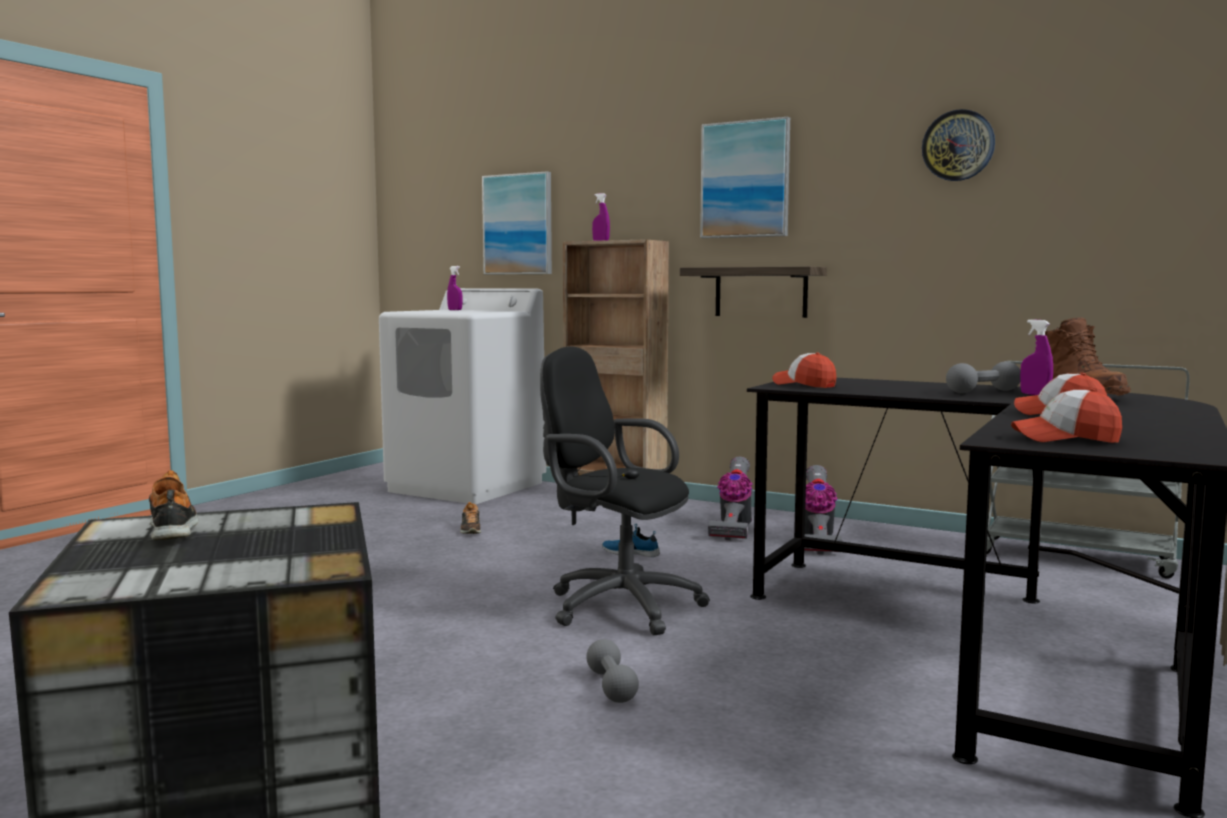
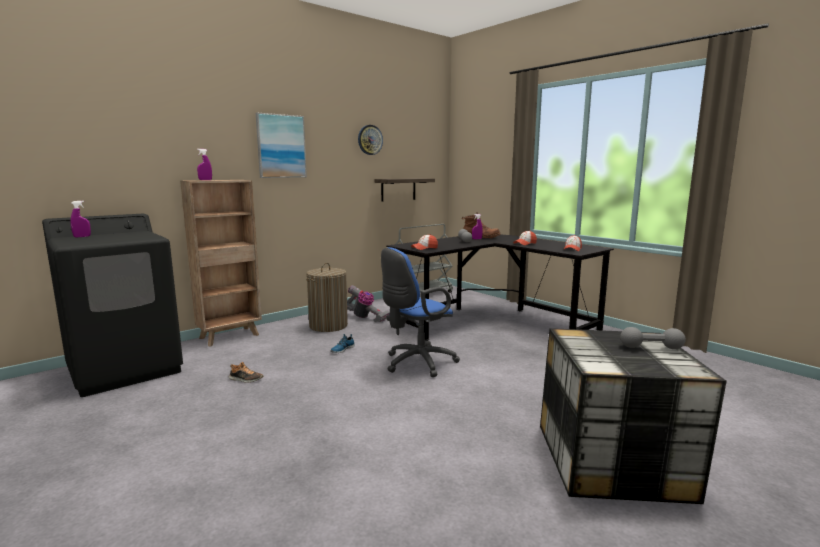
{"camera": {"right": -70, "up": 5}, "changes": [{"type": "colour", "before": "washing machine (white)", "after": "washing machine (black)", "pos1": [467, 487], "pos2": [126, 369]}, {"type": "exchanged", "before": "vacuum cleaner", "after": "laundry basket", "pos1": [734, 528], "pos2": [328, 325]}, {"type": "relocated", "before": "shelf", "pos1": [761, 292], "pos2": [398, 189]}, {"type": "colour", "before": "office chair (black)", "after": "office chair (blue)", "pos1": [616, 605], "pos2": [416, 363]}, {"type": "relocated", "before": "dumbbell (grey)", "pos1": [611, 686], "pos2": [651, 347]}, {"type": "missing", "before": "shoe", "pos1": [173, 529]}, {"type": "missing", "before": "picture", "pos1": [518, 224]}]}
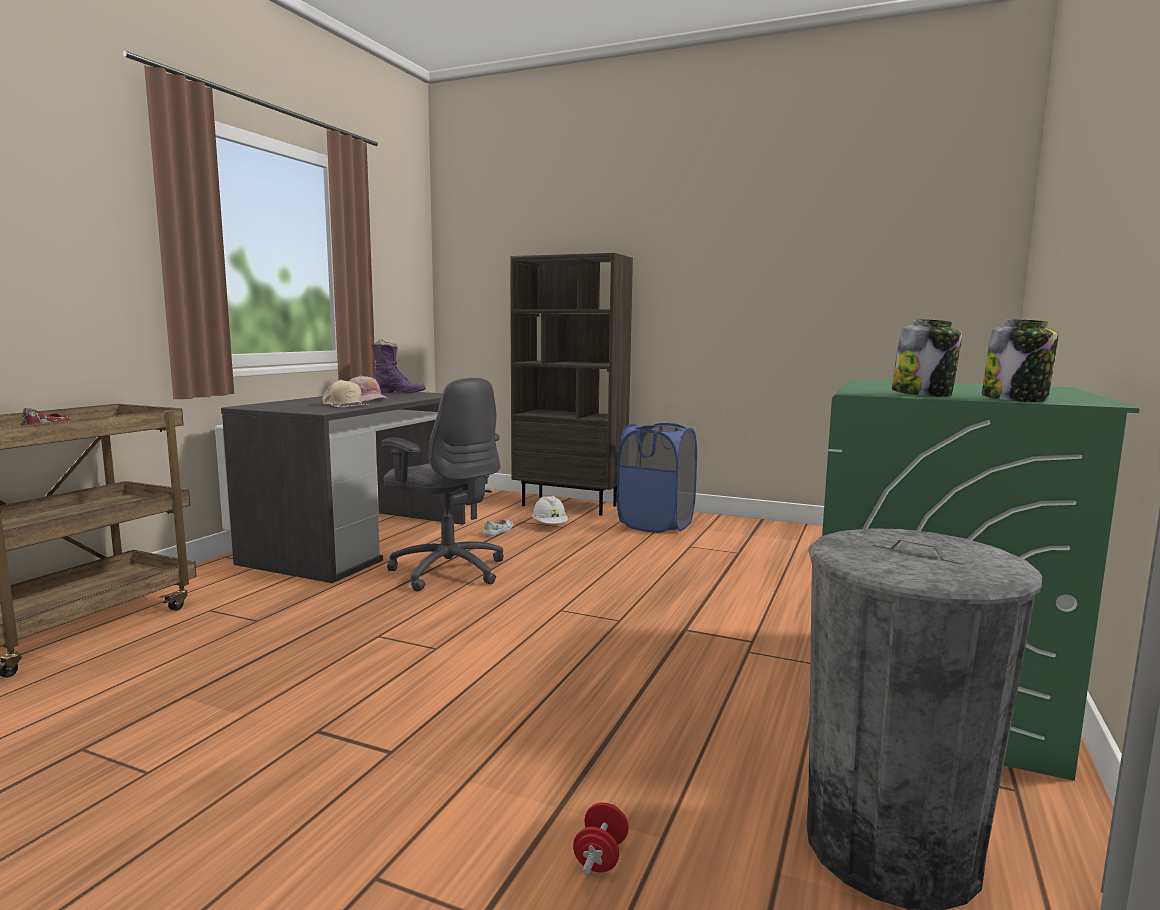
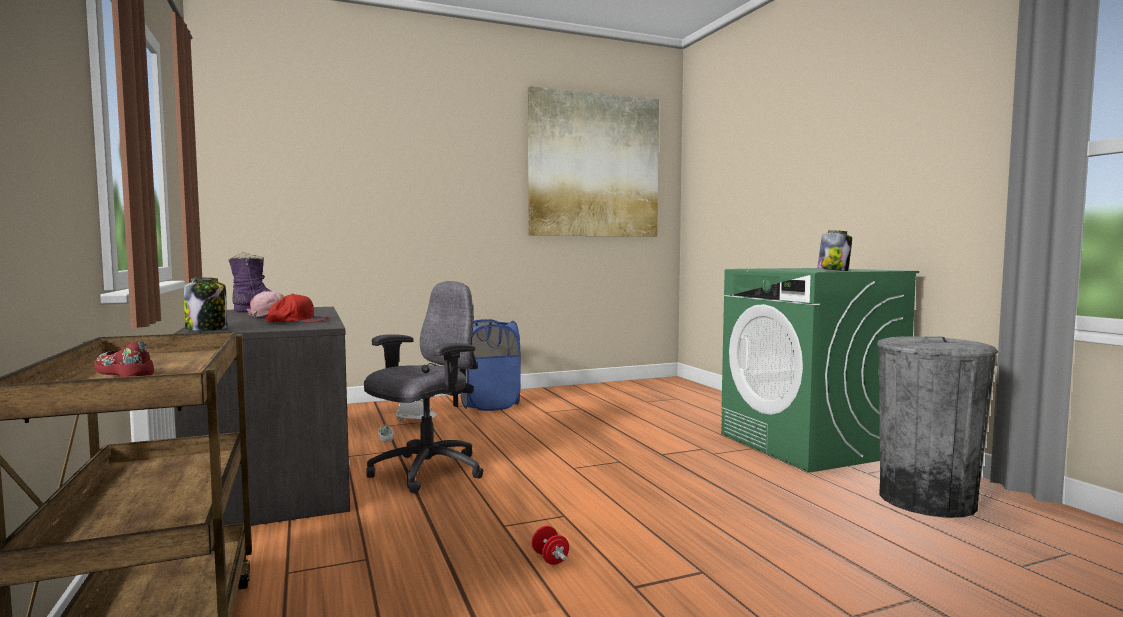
{"camera": {"right": -45, "up": -5}, "changes": [{"type": "relocated", "before": "jar", "pos1": [1015, 399], "pos2": [207, 329]}, {"type": "colour", "before": "cap (beige)", "after": "cap (red)", "pos1": [344, 405], "pos2": [297, 321]}, {"type": "spun", "before": "office chair (grey)", "pos1": [448, 570], "pos2": [426, 471], "turn": -45}, {"type": "appeared", "after": "picture", "pos2": [594, 166]}, {"type": "relocated", "before": "dumbbell (red)", "pos1": [600, 857], "pos2": [550, 558]}, {"type": "missing", "before": "bookcase (brown)", "pos1": [570, 505]}]}
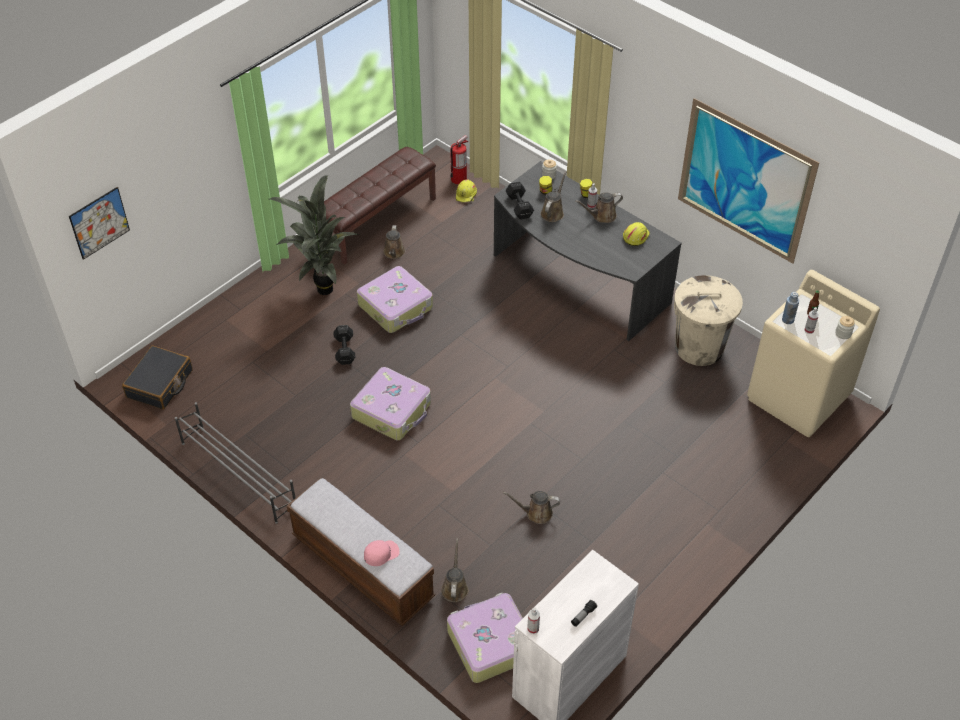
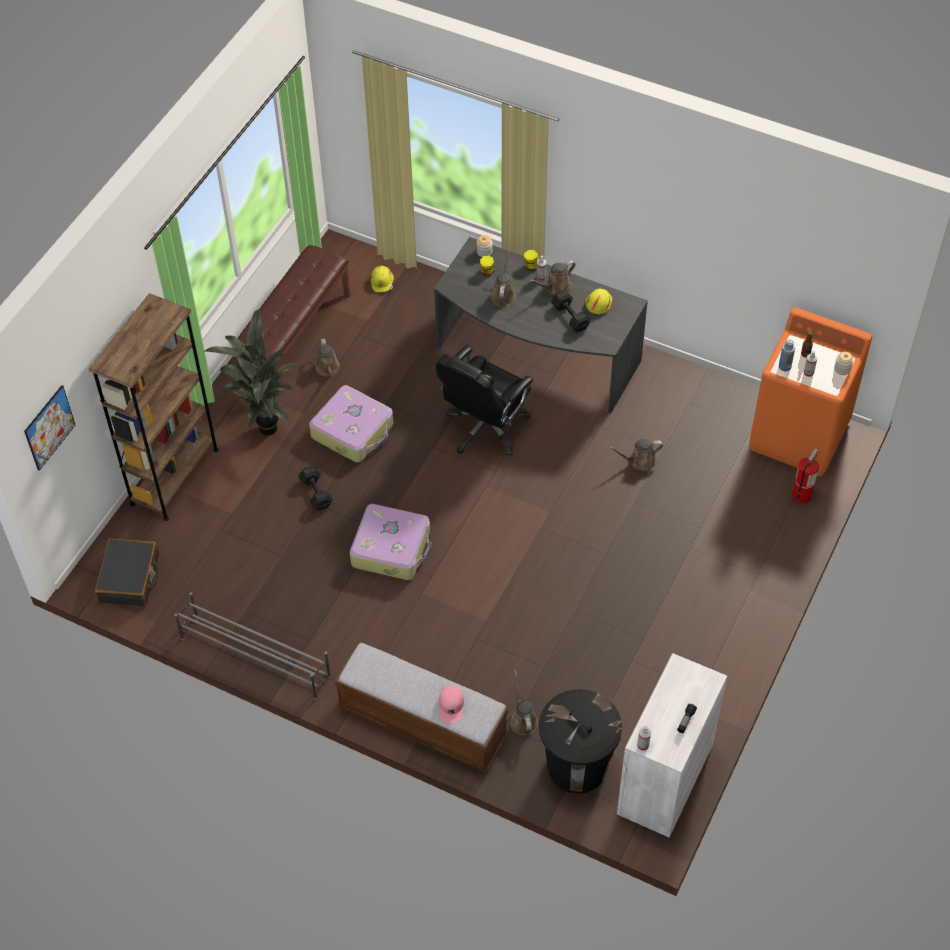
{"camera": {"right": -15, "up": 5}, "changes": [{"type": "appeared", "after": "bookcase (brown)", "pos2": [174, 477]}, {"type": "appeared", "after": "office chair (black)", "pos2": [485, 428]}, {"type": "spun", "before": "cap (pink)", "pos1": [381, 553], "pos2": [451, 706], "turn": 135}, {"type": "exchanged", "before": "suitcase", "after": "trash can (black)", "pos1": [490, 643], "pos2": [577, 766]}, {"type": "relocated", "before": "dumbbell (black)", "pos1": [519, 207], "pos2": [570, 318]}, {"type": "relocated", "before": "watering can (brown)", "pos1": [536, 513], "pos2": [639, 461]}, {"type": "colour", "before": "washing machine (beige)", "after": "washing machine (orange)", "pos1": [799, 397], "pos2": [799, 435]}, {"type": "relocated", "before": "fire extinguisher", "pos1": [459, 179], "pos2": [801, 495]}, {"type": "missing", "before": "trash can (beige)", "pos1": [699, 347]}, {"type": "missing", "before": "picture", "pos1": [744, 181]}]}
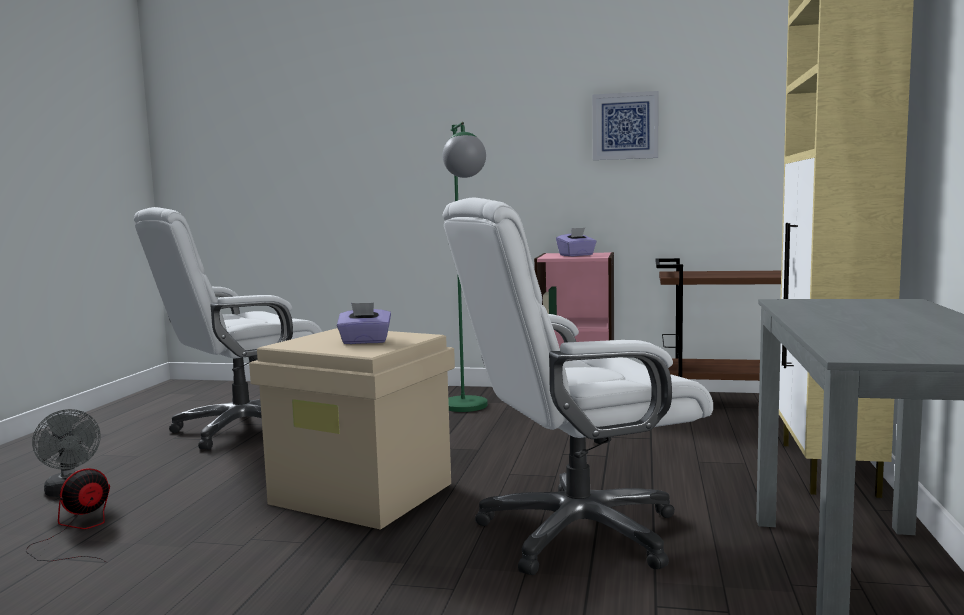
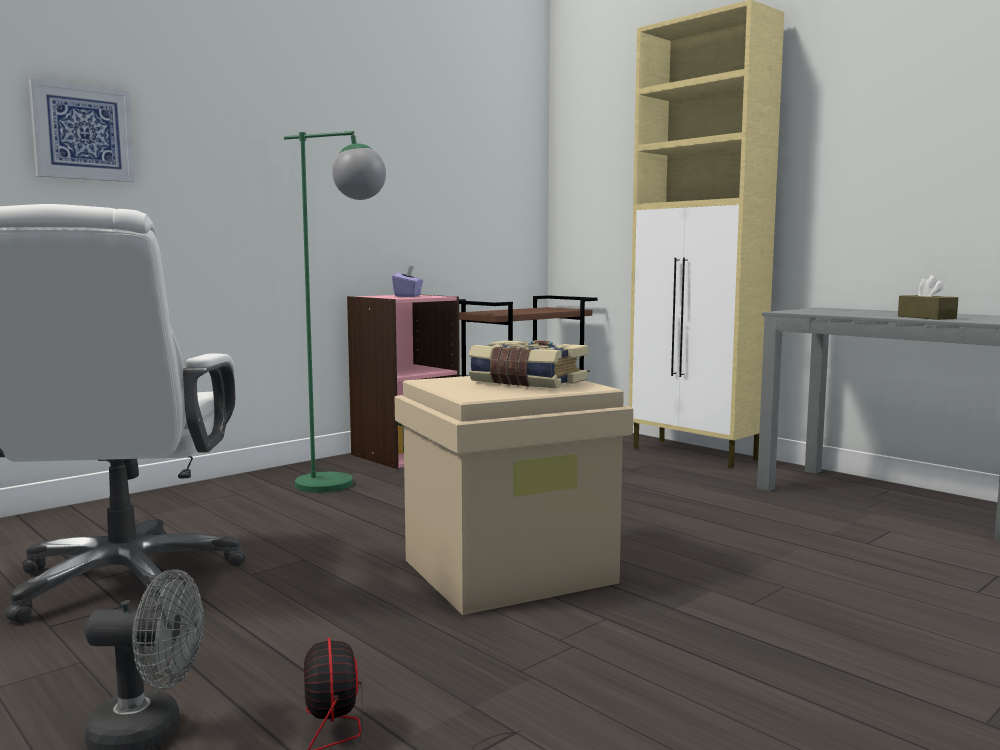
{"camera": {"right": -55, "up": 0}, "changes": [{"type": "relocated", "before": "picture", "pos1": [625, 126], "pos2": [82, 132]}, {"type": "exchanged", "before": "tissue box (purple)", "after": "book", "pos1": [365, 341], "pos2": [527, 383]}, {"type": "appeared", "after": "tissue box (brown)", "pos2": [926, 317]}, {"type": "missing", "before": "office chair (white)", "pos1": [576, 532]}]}
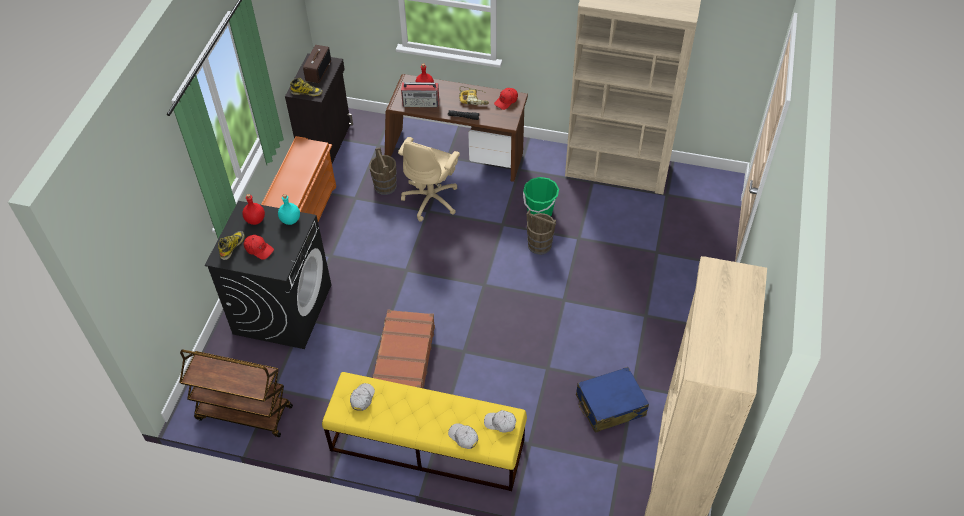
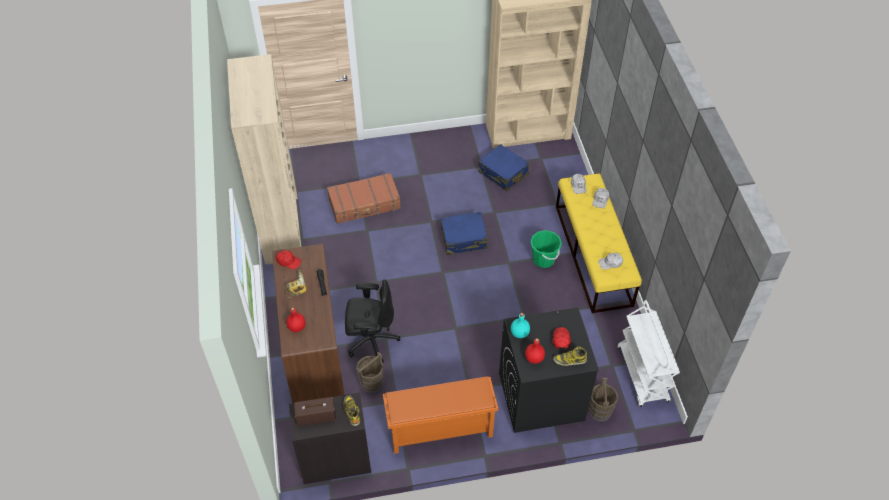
{"camera": {"right": -115, "up": 0}, "changes": [{"type": "relocated", "before": "suitcase (brown)", "pos1": [404, 361], "pos2": [364, 204]}, {"type": "colour", "before": "office chair (beige)", "after": "office chair (black)", "pos1": [432, 200], "pos2": [371, 341]}, {"type": "appeared", "after": "suitcase (blue)", "pos2": [464, 238]}, {"type": "relocated", "before": "bucket (green)", "pos1": [540, 211], "pos2": [543, 259]}, {"type": "relocated", "before": "bucket (brown)", "pos1": [539, 245], "pos2": [599, 411]}, {"type": "colour", "before": "cart (brown)", "after": "cart (white)", "pos1": [243, 413], "pos2": [643, 374]}, {"type": "missing", "before": "radio", "pos1": [421, 102]}]}
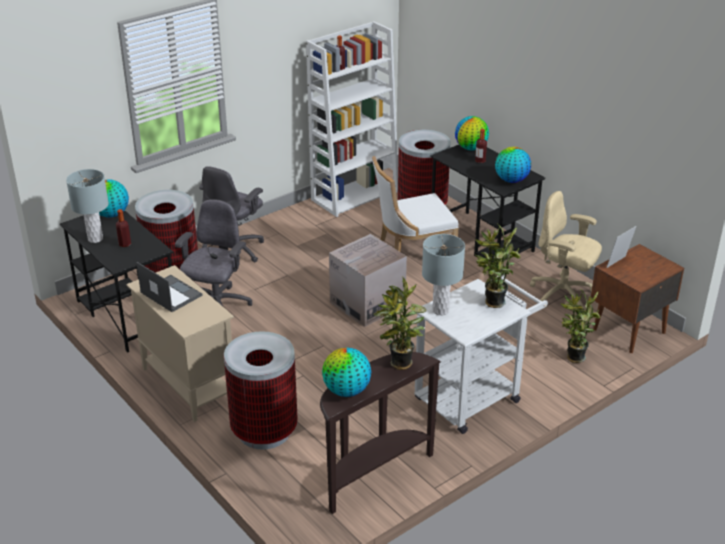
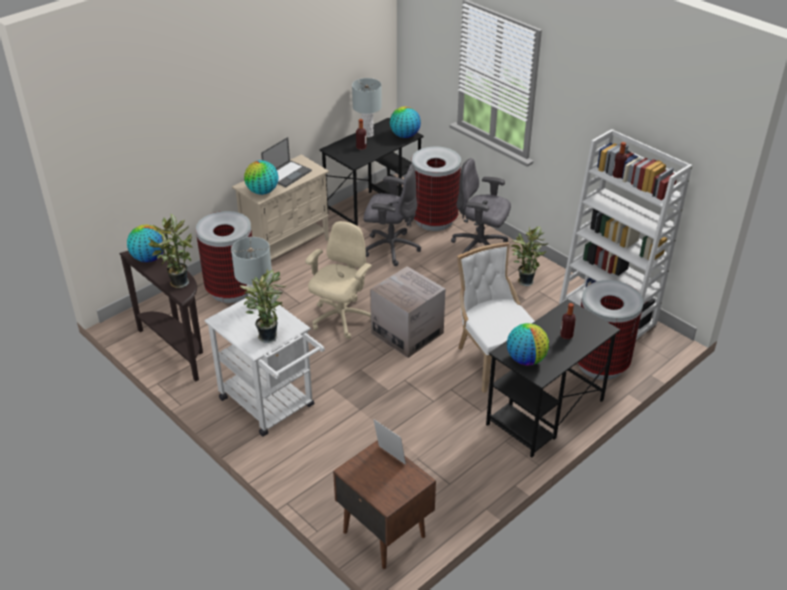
{"camera": {"right": 85, "up": 5}, "changes": [{"type": "relocated", "before": "globe", "pos1": [471, 148], "pos2": [262, 192]}, {"type": "relocated", "before": "office chair (beige)", "pos1": [563, 295], "pos2": [341, 319]}, {"type": "relocated", "before": "potted plant", "pos1": [573, 358], "pos2": [525, 280]}]}
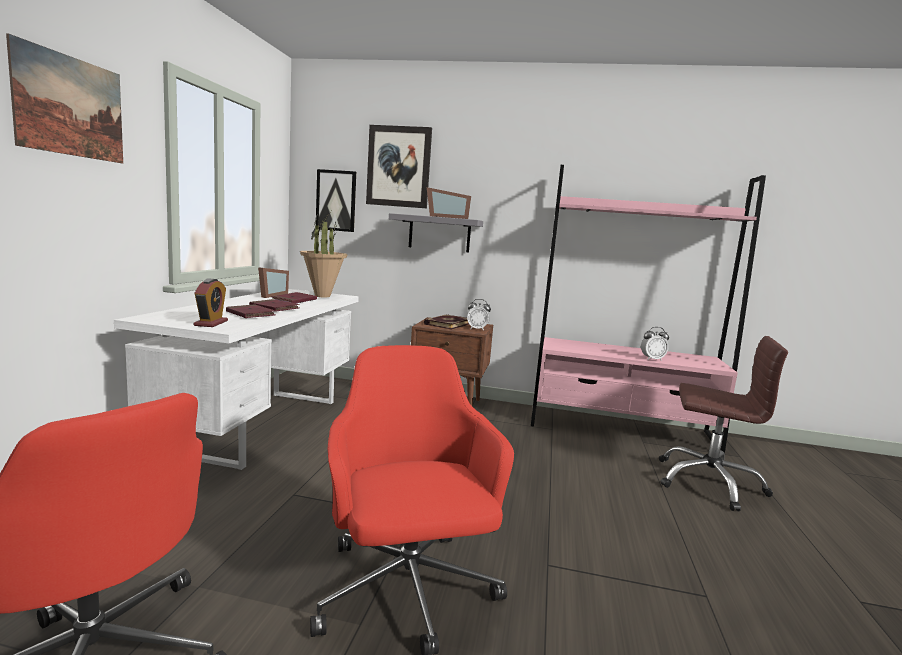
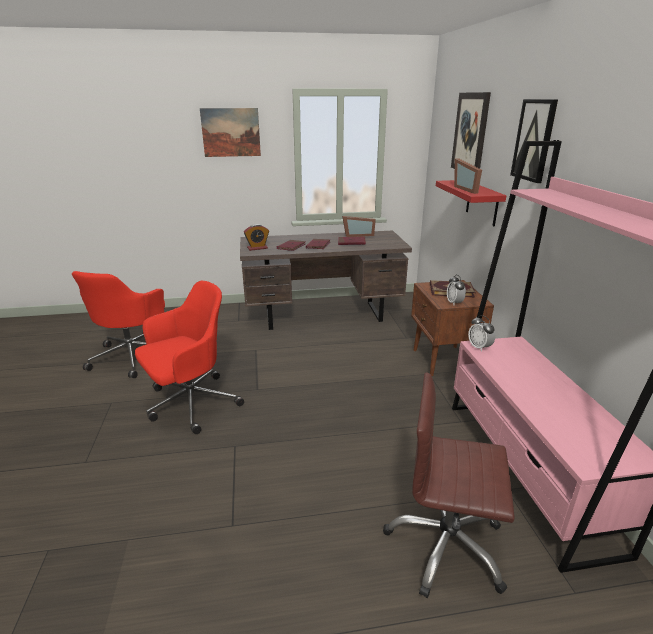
{"camera": {"right": 70, "up": 15}, "changes": [{"type": "colour", "before": "desk (white)", "after": "desk (brown)", "pos1": [262, 424], "pos2": [324, 315]}, {"type": "spun", "before": "office chair (brown)", "pos1": [709, 482], "pos2": [446, 545], "turn": 105}, {"type": "colour", "before": "shelf (grey)", "after": "shelf (red)", "pos1": [439, 233], "pos2": [482, 203]}, {"type": "relocated", "before": "alarm clock", "pos1": [652, 359], "pos2": [479, 347]}, {"type": "relocated", "before": "picture", "pos1": [336, 200], "pos2": [534, 140]}, {"type": "missing", "before": "potted plant", "pos1": [322, 296]}]}
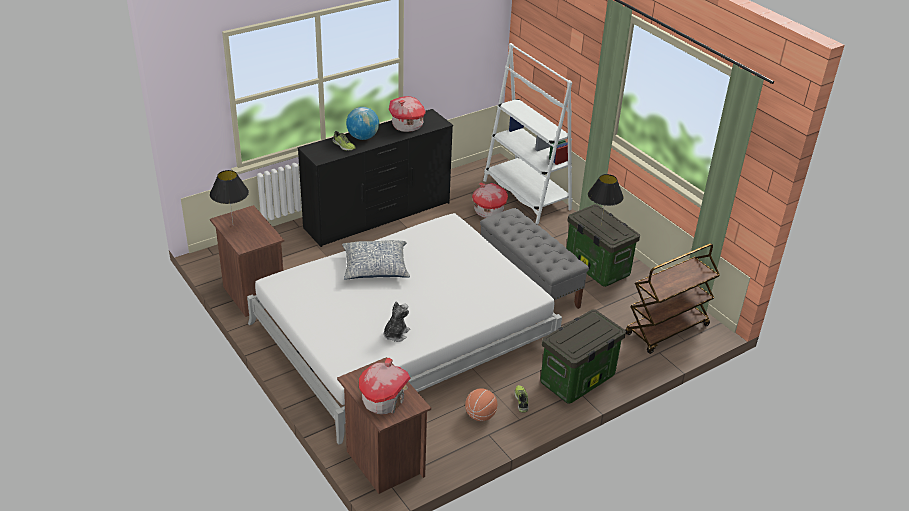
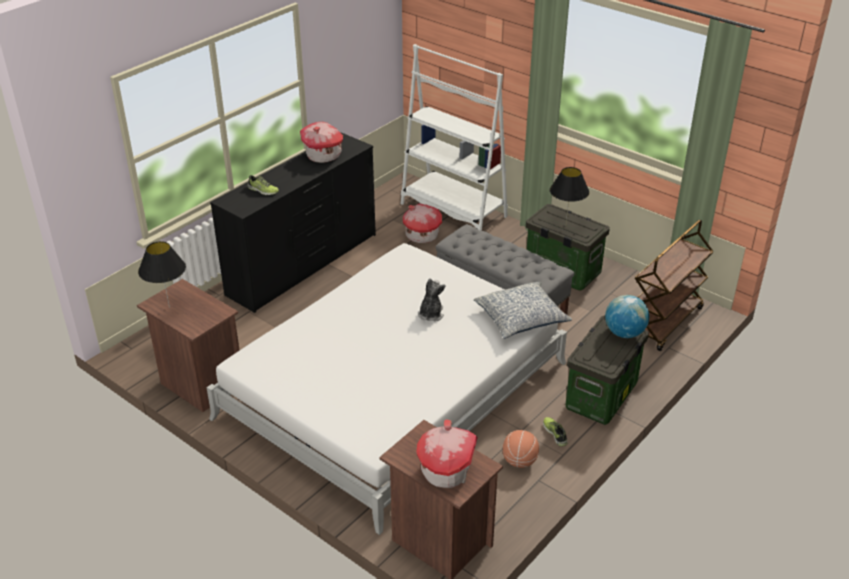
{"camera": {"right": -15, "up": 0}, "changes": [{"type": "relocated", "before": "plush toy", "pos1": [395, 334], "pos2": [430, 314]}, {"type": "relocated", "before": "pillow", "pos1": [375, 268], "pos2": [521, 319]}, {"type": "relocated", "before": "globe", "pos1": [363, 137], "pos2": [624, 333]}]}
